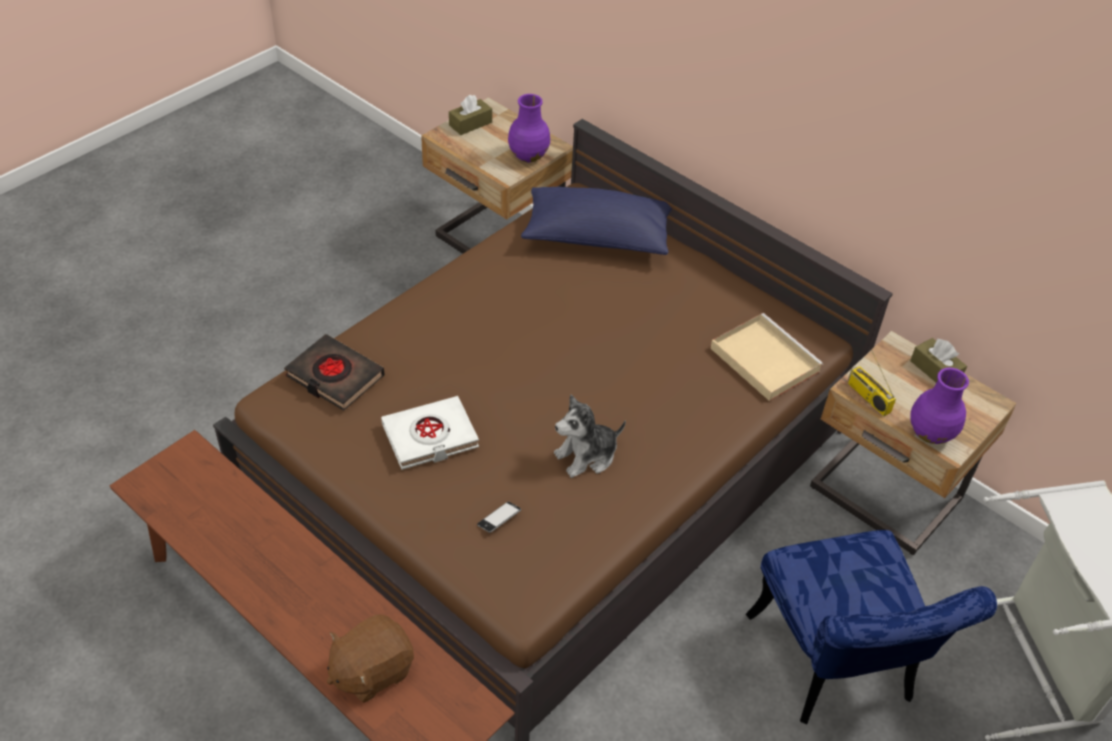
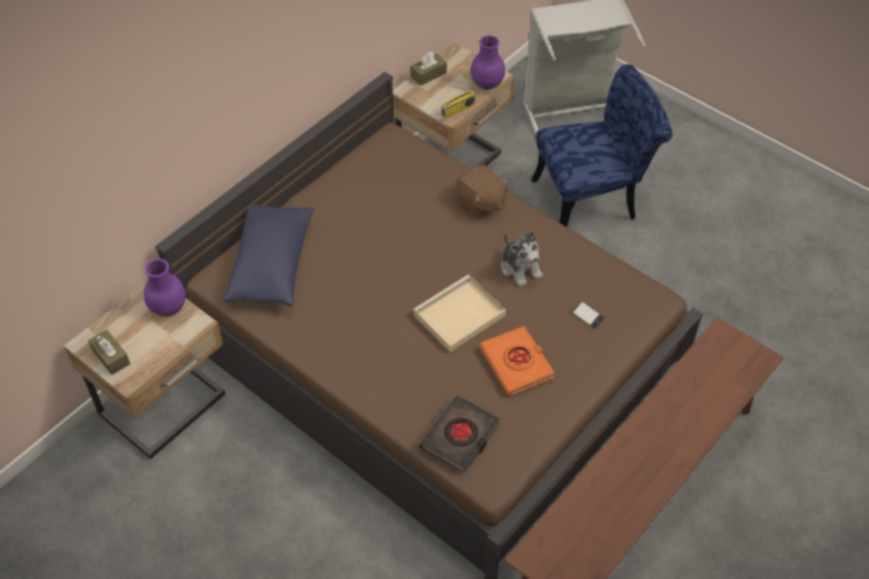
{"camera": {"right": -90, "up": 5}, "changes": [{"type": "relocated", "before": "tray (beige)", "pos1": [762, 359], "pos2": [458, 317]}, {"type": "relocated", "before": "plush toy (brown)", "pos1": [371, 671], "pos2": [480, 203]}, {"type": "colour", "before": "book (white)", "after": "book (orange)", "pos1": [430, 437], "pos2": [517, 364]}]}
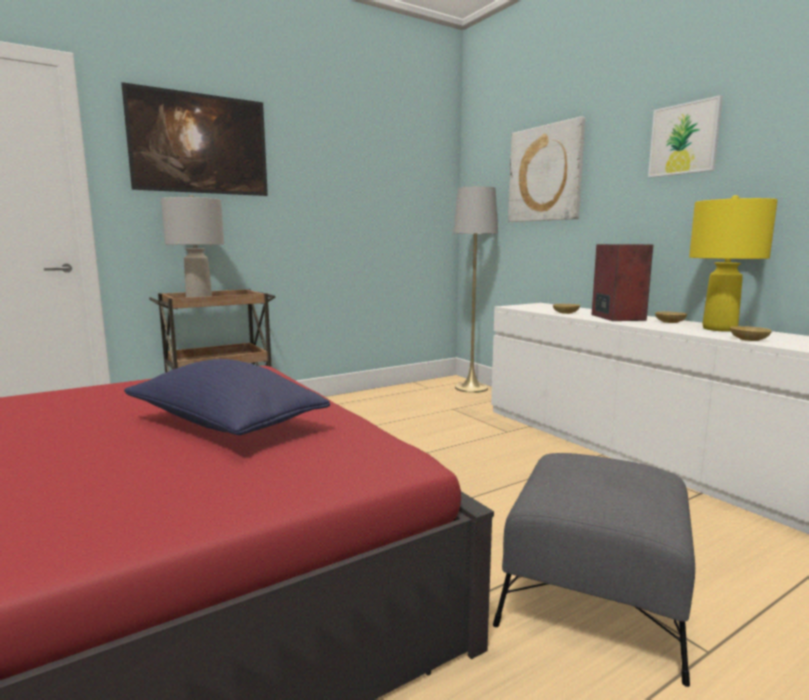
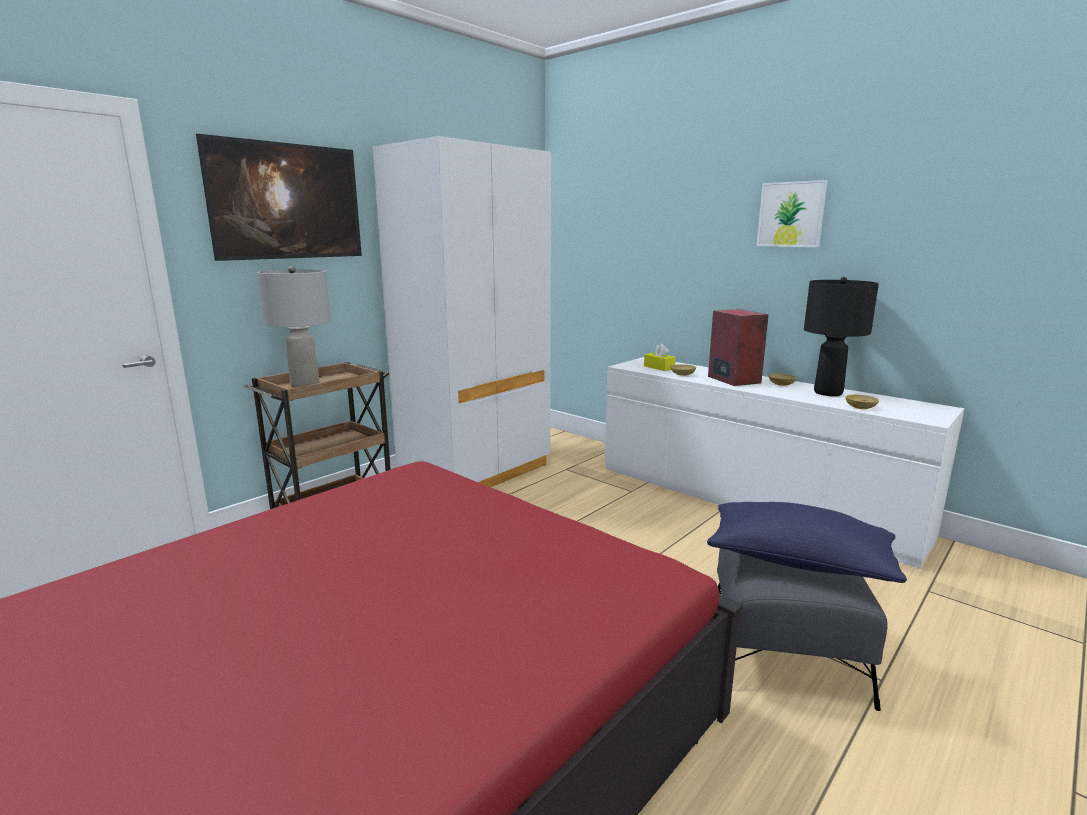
{"camera": {"right": -15, "up": 5}, "changes": [{"type": "appeared", "after": "wardrobe (white)", "pos2": [475, 471]}, {"type": "appeared", "after": "tissue box (yellow)", "pos2": [659, 367]}, {"type": "relocated", "before": "pillow (blue)", "pos1": [225, 425], "pos2": [798, 562]}, {"type": "colour", "before": "table lamp (yellow)", "after": "table lamp (black)", "pos1": [720, 329], "pos2": [828, 393]}, {"type": "missing", "before": "floor lamp (grey)", "pos1": [471, 388]}, {"type": "missing", "before": "picture", "pos1": [545, 174]}]}
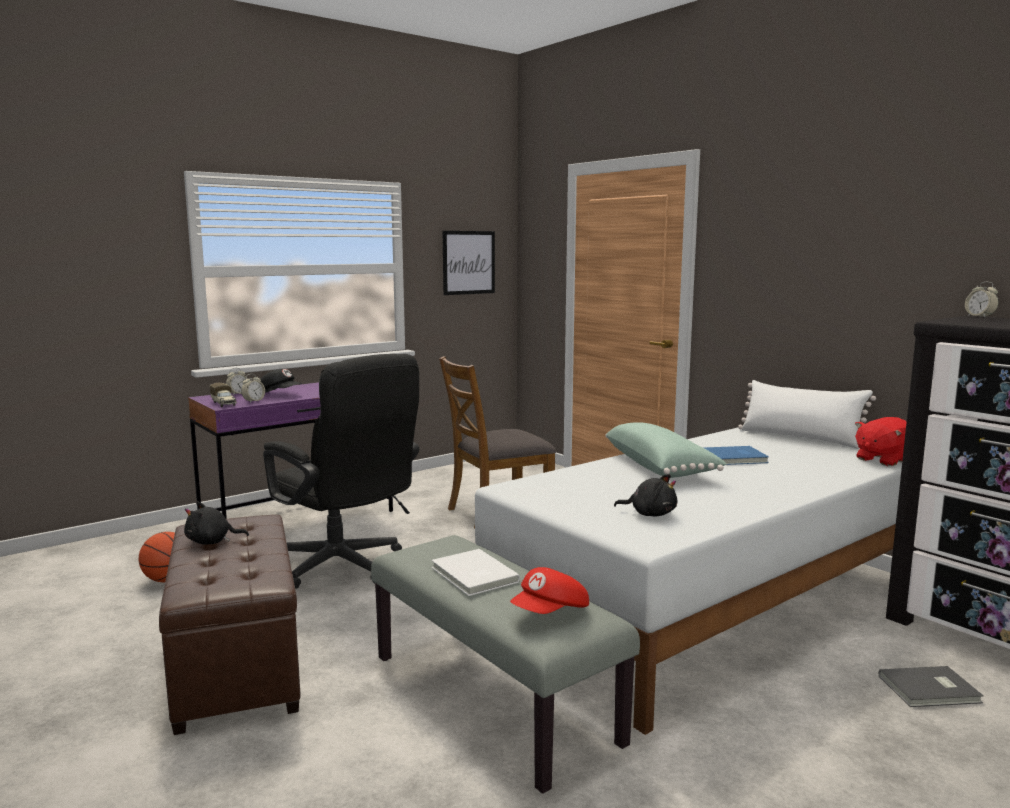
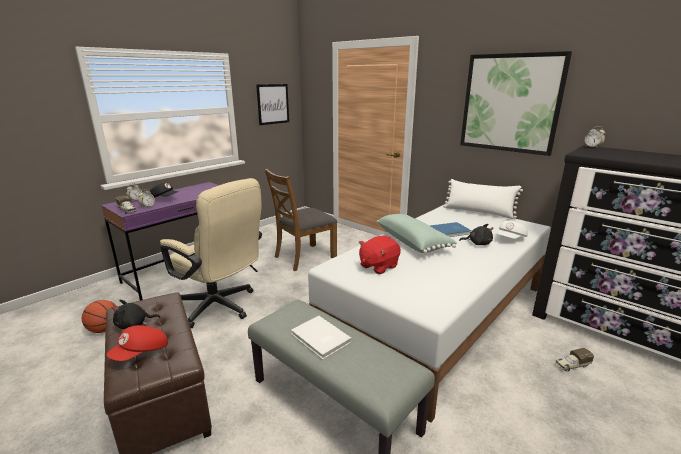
{"camera": {"right": -10, "up": 10}, "changes": [{"type": "relocated", "before": "cap (red)", "pos1": [551, 613], "pos2": [141, 353]}, {"type": "colour", "before": "office chair (black)", "after": "office chair (beige)", "pos1": [344, 567], "pos2": [220, 307]}, {"type": "relocated", "before": "plush toy (red)", "pos1": [883, 460], "pos2": [378, 266]}, {"type": "relocated", "before": "plush toy (black)", "pos1": [650, 514], "pos2": [478, 243]}, {"type": "appeared", "after": "picture", "pos2": [510, 103]}, {"type": "appeared", "after": "cap (white)", "pos2": [511, 239]}, {"type": "exchanged", "before": "book (grey)", "after": "toy truck", "pos1": [931, 690], "pos2": [571, 365]}]}
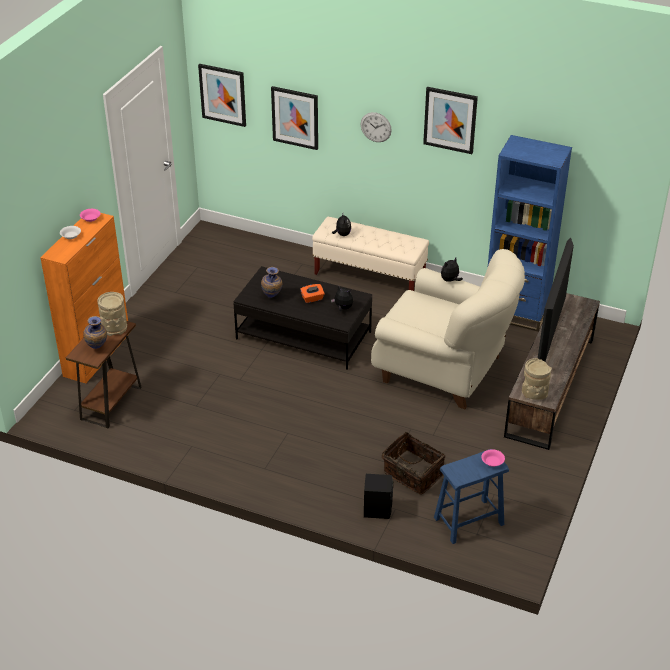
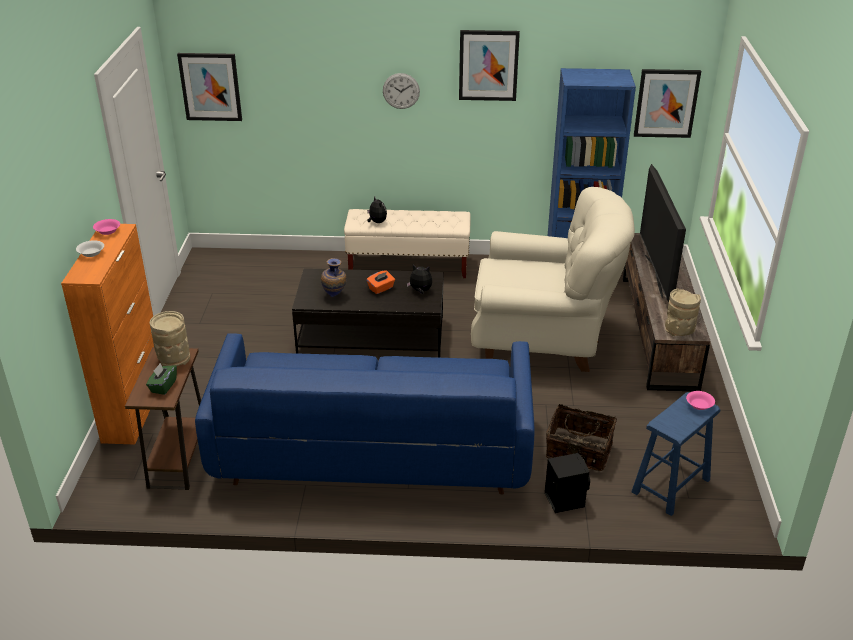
{"camera": {"right": -20, "up": -5}, "changes": [{"type": "exchanged", "before": "vase", "after": "tissue box (green)", "pos1": [97, 348], "pos2": [163, 386]}, {"type": "appeared", "after": "sofa (blue)", "pos2": [373, 448]}, {"type": "relocated", "before": "picture", "pos1": [295, 117], "pos2": [666, 103]}, {"type": "missing", "before": "plush toy", "pos1": [450, 280]}]}
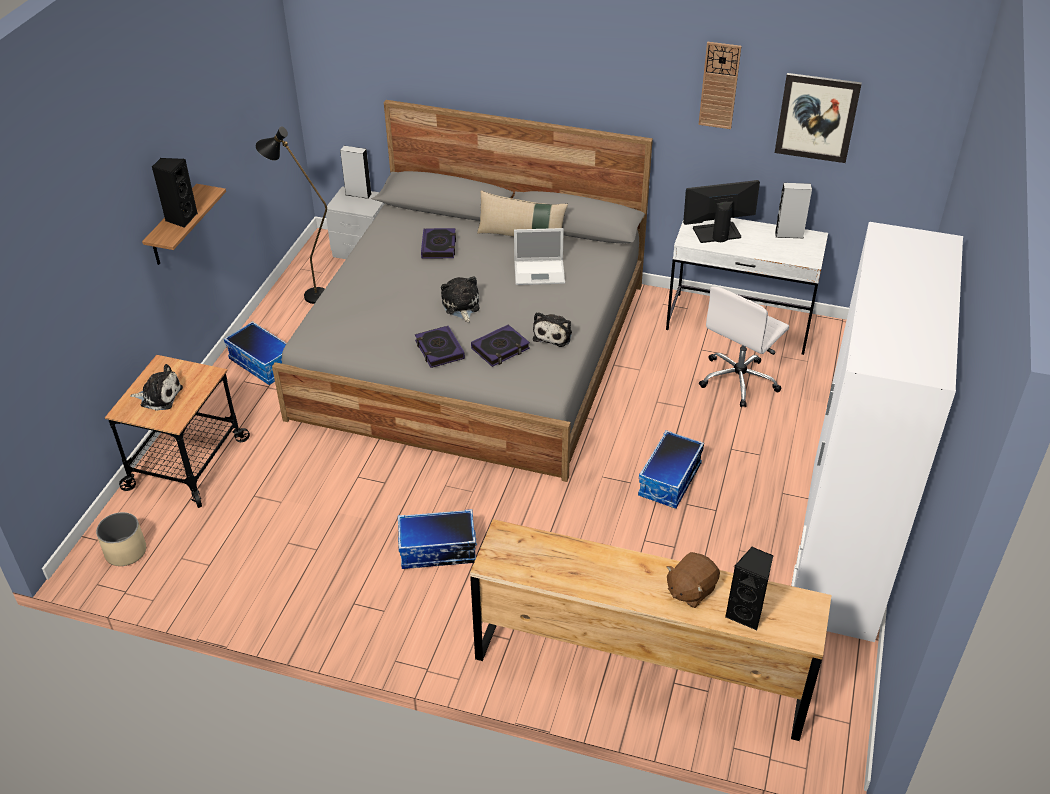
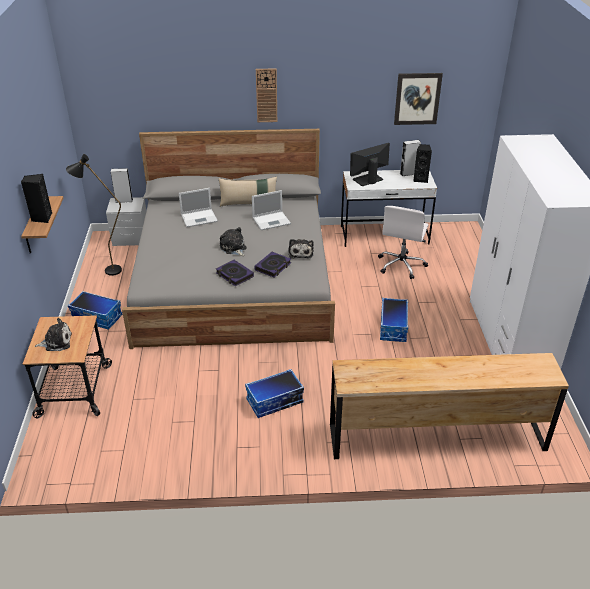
{"camera": {"right": -20, "up": -5}, "changes": [{"type": "exchanged", "before": "book", "after": "laptop", "pos1": [439, 246], "pos2": [200, 218]}, {"type": "relocated", "before": "wall clock", "pos1": [719, 85], "pos2": [266, 95]}, {"type": "relocated", "before": "speaker (black)", "pos1": [746, 613], "pos2": [420, 179]}, {"type": "missing", "before": "planter (beige)", "pos1": [125, 551]}, {"type": "missing", "before": "plush toy (brown)", "pos1": [690, 590]}]}
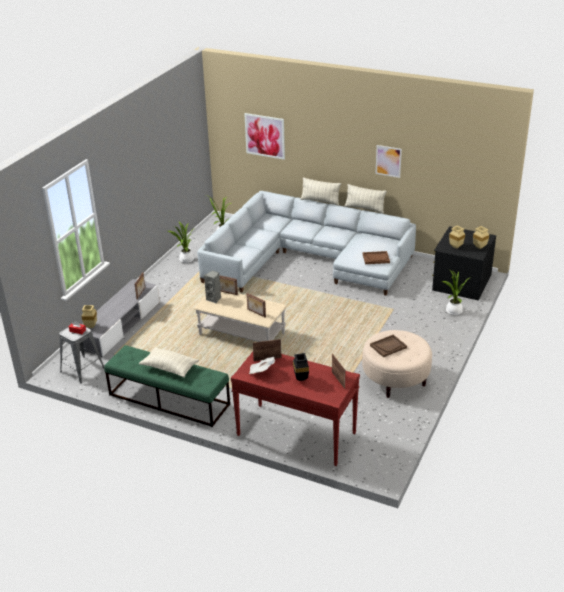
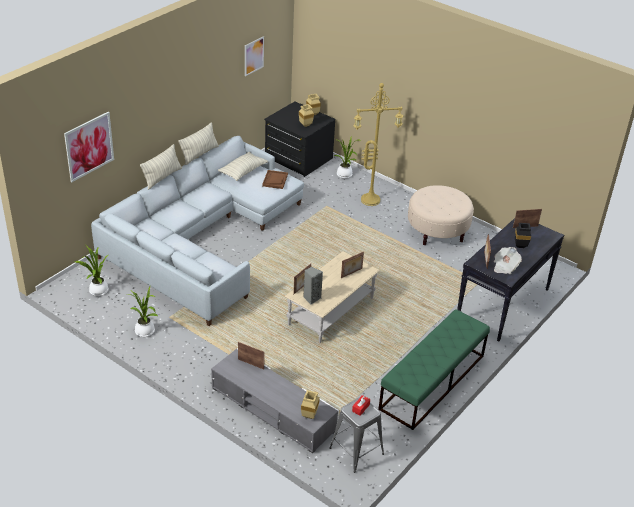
{"camera": {"right": -80, "up": 5}, "changes": [{"type": "relocated", "before": "pillow", "pos1": [169, 368], "pos2": [243, 171]}, {"type": "relocated", "before": "picture", "pos1": [388, 161], "pos2": [254, 56]}, {"type": "appeared", "after": "floor lamp (yellow)", "pos2": [371, 199]}, {"type": "colour", "before": "console table (red)", "after": "console table (black)", "pos1": [295, 434], "pos2": [503, 304]}, {"type": "missing", "before": "tray (brown)", "pos1": [388, 346]}]}
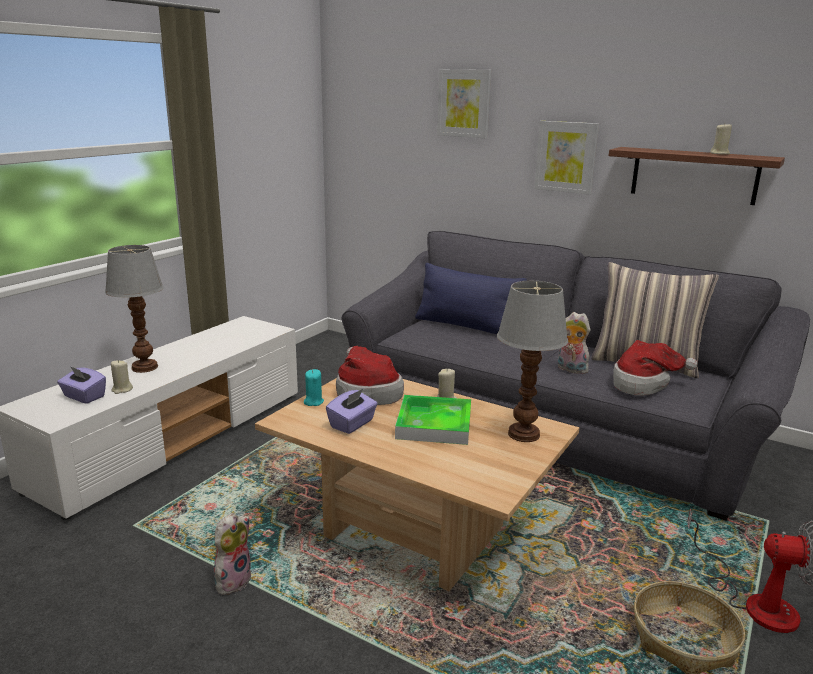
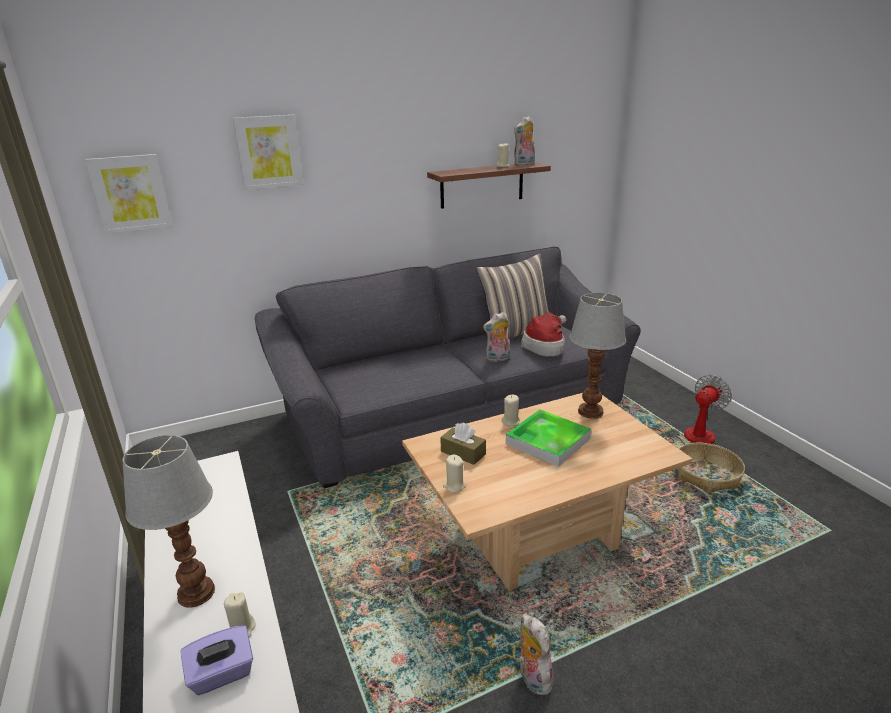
{"camera": {"right": -55, "up": 5}, "changes": [{"type": "relocated", "before": "picture", "pos1": [566, 157], "pos2": [130, 193]}, {"type": "exchanged", "before": "hat", "after": "tissue box (brown)", "pos1": [366, 393], "pos2": [463, 453]}, {"type": "colour", "before": "candle (turquoise)", "after": "candle (beige)", "pos1": [313, 402], "pos2": [454, 486]}, {"type": "appeared", "after": "plush toy", "pos2": [524, 164]}, {"type": "missing", "before": "tissue box (purple)", "pos1": [352, 424]}, {"type": "missing", "before": "pillow (blue)", "pos1": [466, 326]}]}
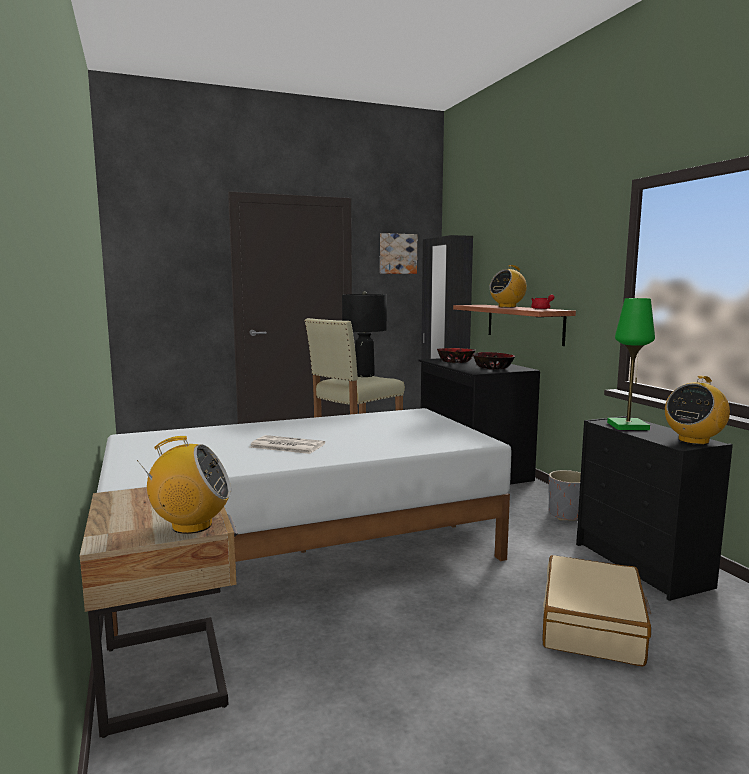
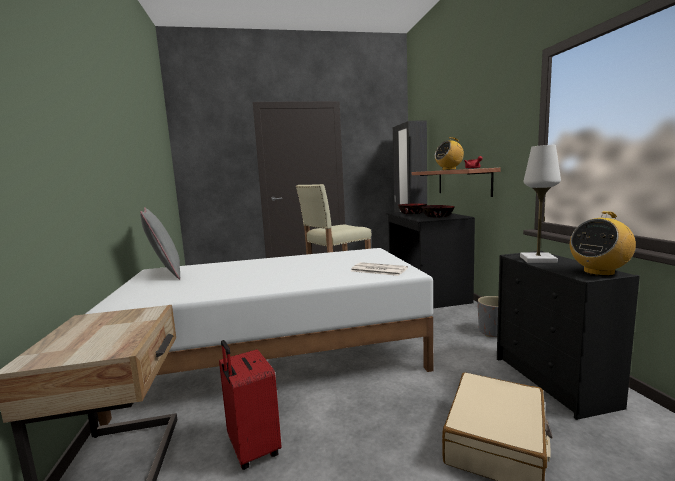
{"camera": {"right": 10, "up": 0}, "changes": [{"type": "appeared", "after": "pillow (grey)", "pos2": [166, 274]}, {"type": "appeared", "after": "suitcase (red)", "pos2": [252, 449]}, {"type": "relocated", "before": "newspaper", "pos1": [286, 446], "pos2": [378, 270]}, {"type": "colour", "before": "table lamp (green)", "after": "table lamp (white)", "pos1": [628, 426], "pos2": [538, 259]}, {"type": "missing", "before": "radio", "pos1": [191, 526]}, {"type": "missing", "before": "table lamp (black)", "pos1": [364, 375]}, {"type": "missing", "before": "picture", "pos1": [397, 254]}]}
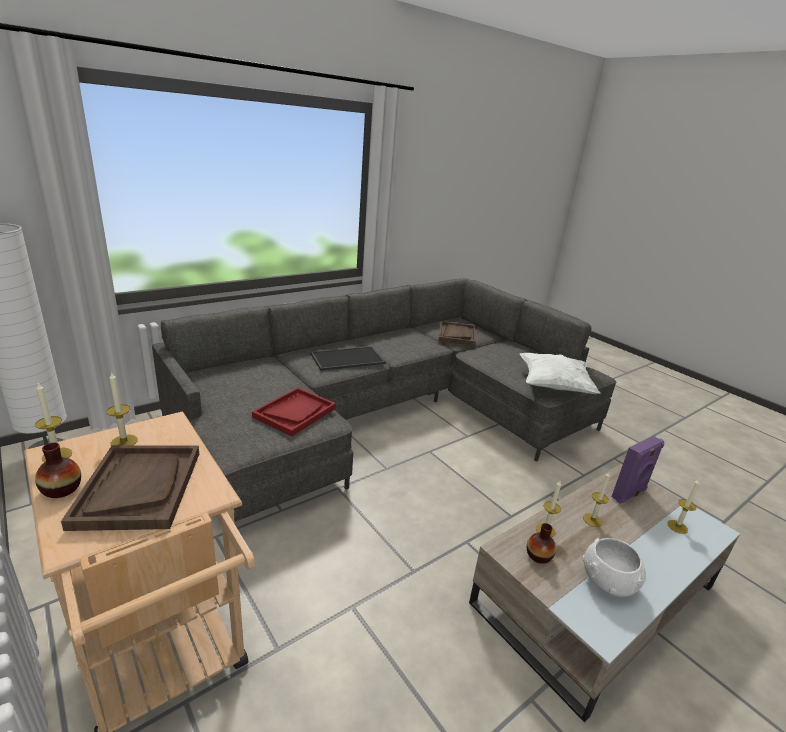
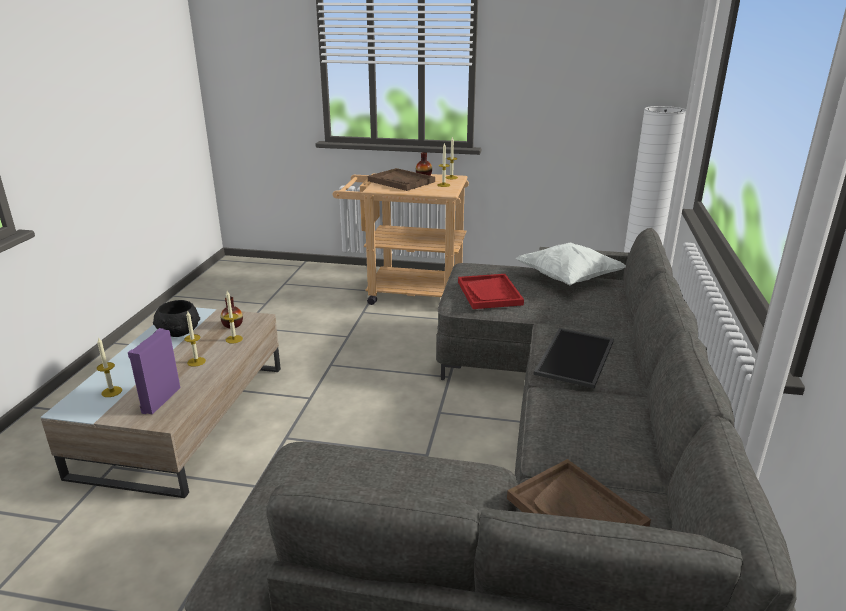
{"camera": {"right": 140, "up": 0}, "changes": [{"type": "colour", "before": "bowl (white)", "after": "bowl (black)", "pos1": [608, 581], "pos2": [179, 332]}, {"type": "relocated", "before": "pillow (white)", "pos1": [553, 386], "pos2": [568, 279]}]}
